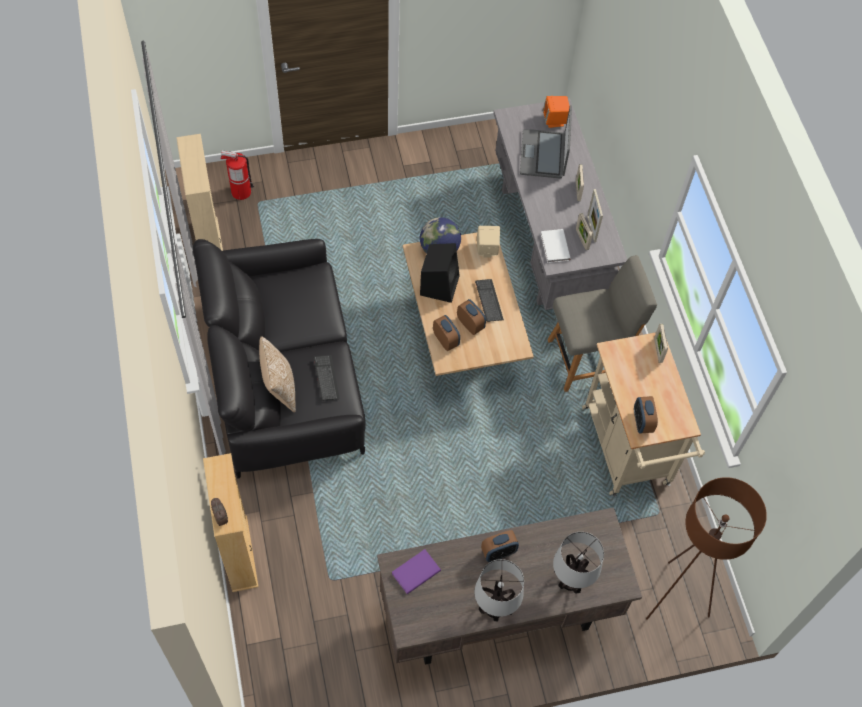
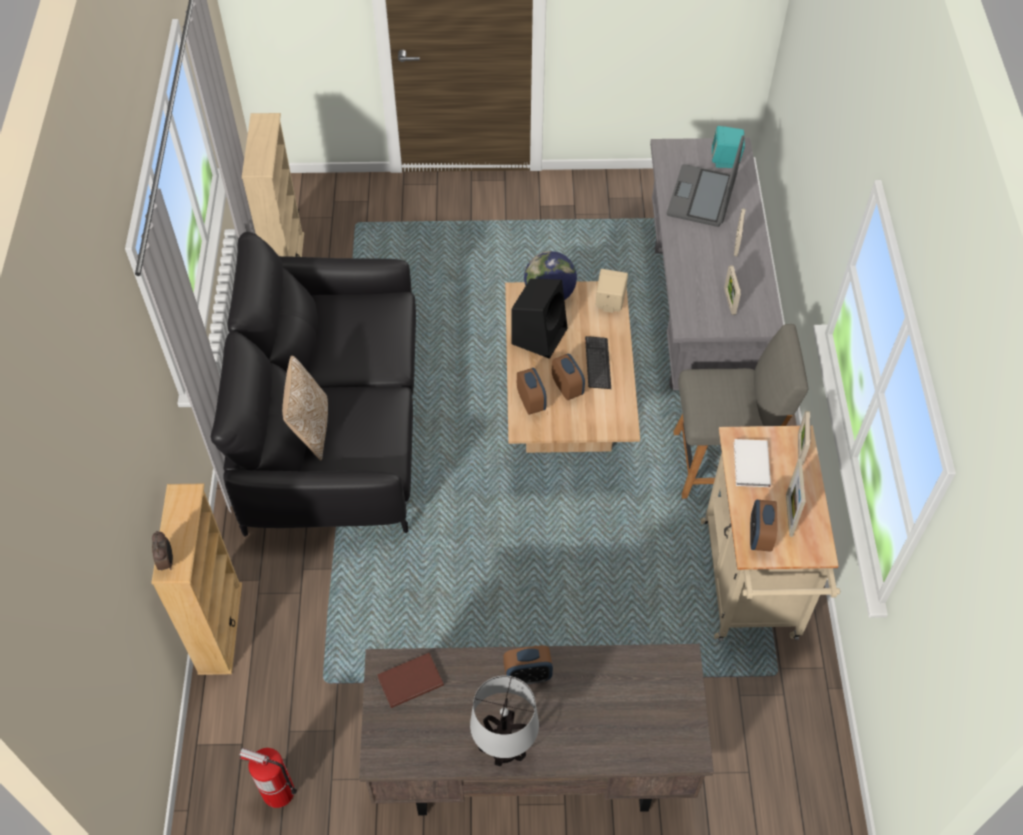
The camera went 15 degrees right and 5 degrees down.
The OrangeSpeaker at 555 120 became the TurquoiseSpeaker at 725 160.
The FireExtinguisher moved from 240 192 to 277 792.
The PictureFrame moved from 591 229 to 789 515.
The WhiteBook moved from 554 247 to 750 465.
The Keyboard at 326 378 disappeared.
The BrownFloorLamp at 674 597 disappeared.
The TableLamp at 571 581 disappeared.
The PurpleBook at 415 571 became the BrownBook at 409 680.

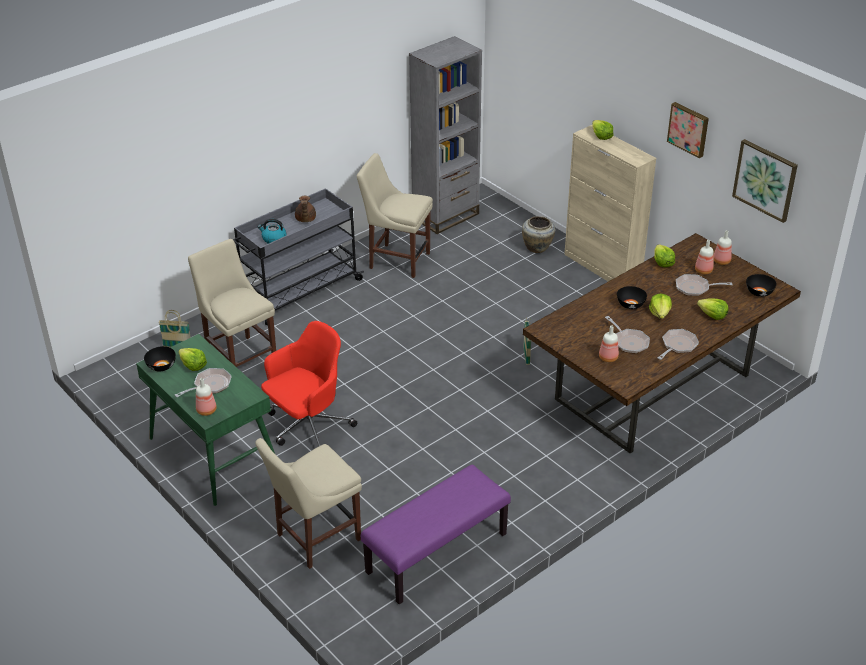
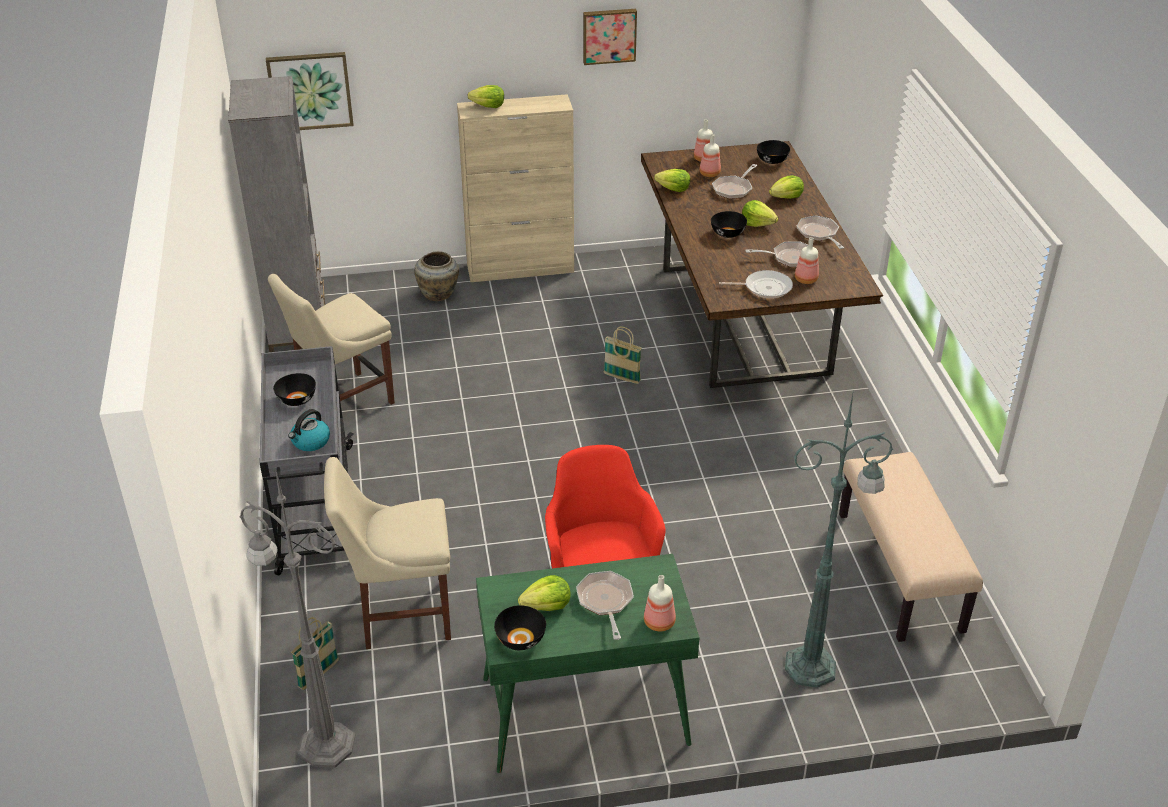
The camera went 60 degrees left and 0 degrees up.
The Picture moved from 765 180 to 310 91.
The BrownTeapot at 305 219 was replaced by the BlackBowl at 296 400.
The BeigeChair at 315 538 was replaced by the GreenFloorLamp at 813 667.
The PurpleBench at 437 554 became the BeigeBench at 901 572.
The FryingPan at 765 288 appeared.
The GreyFloorLamp at 324 744 appeared.

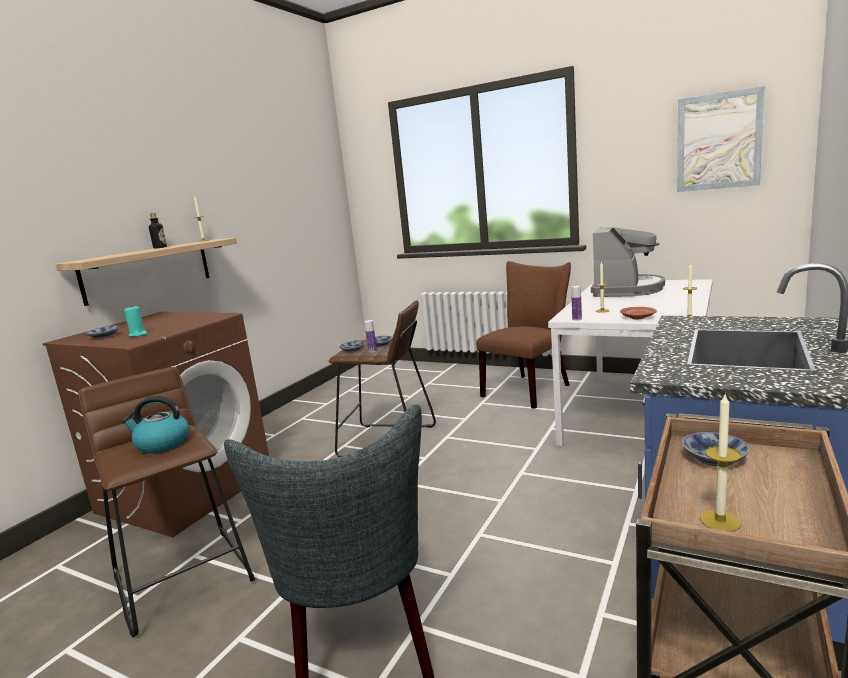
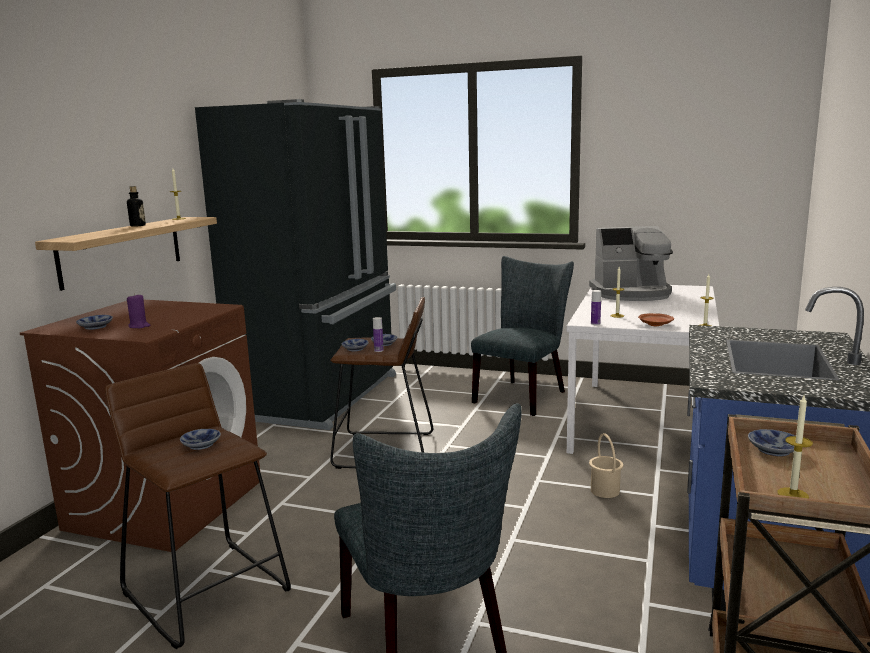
The camera went 10 degrees left and 0 degrees up.
The Picture at 718 141 disappeared.
The CoffeeMachine at 626 290 turned 75 degrees clockwise.
The BrownChair at 529 389 became the GreyChair at 523 395.
The TurquoiseCandle at 138 334 became the PurpleCandle at 139 326.
The Kettle at 162 444 was replaced by the Bowl at 202 445.
The BlackFridge at 322 396 appeared.
The BeigeBucket at 605 491 appeared.

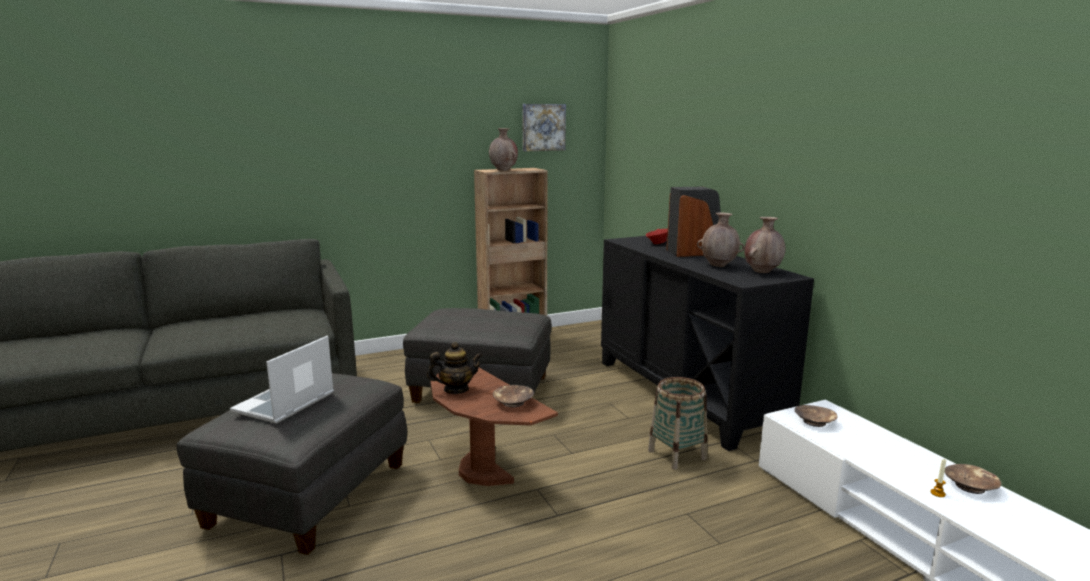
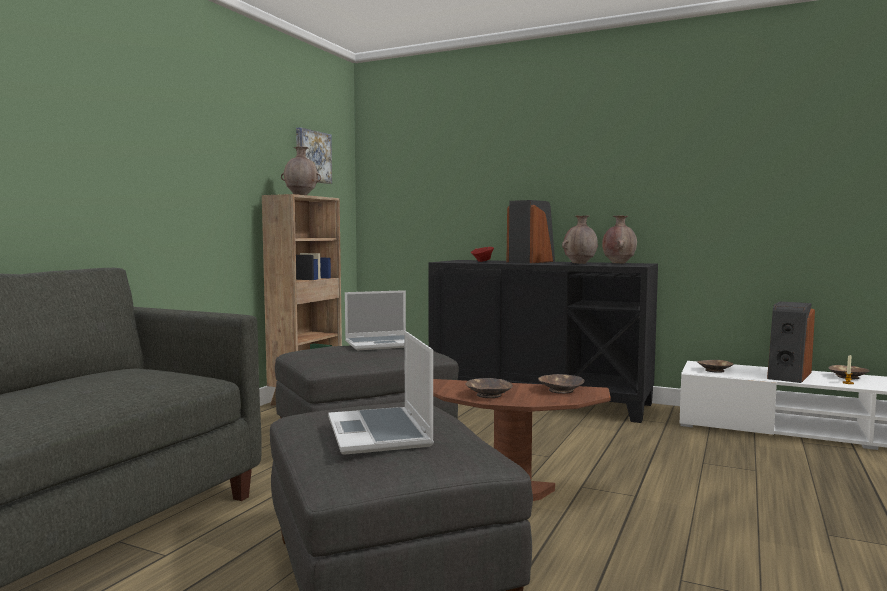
The camera went 40 degrees left and 10 degrees down.
The Teapot at 456 389 was replaced by the BrownBowl at 488 395.
The Basket at 677 455 disappeared.
The Laptop at 382 344 appeared.
The Speaker at 788 375 appeared.

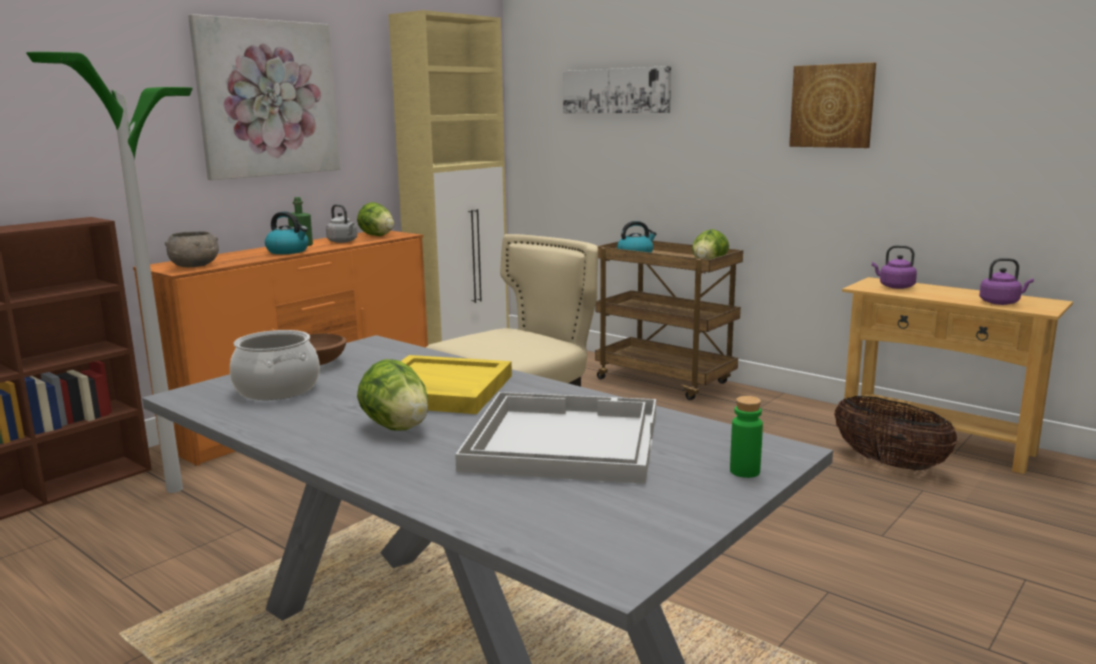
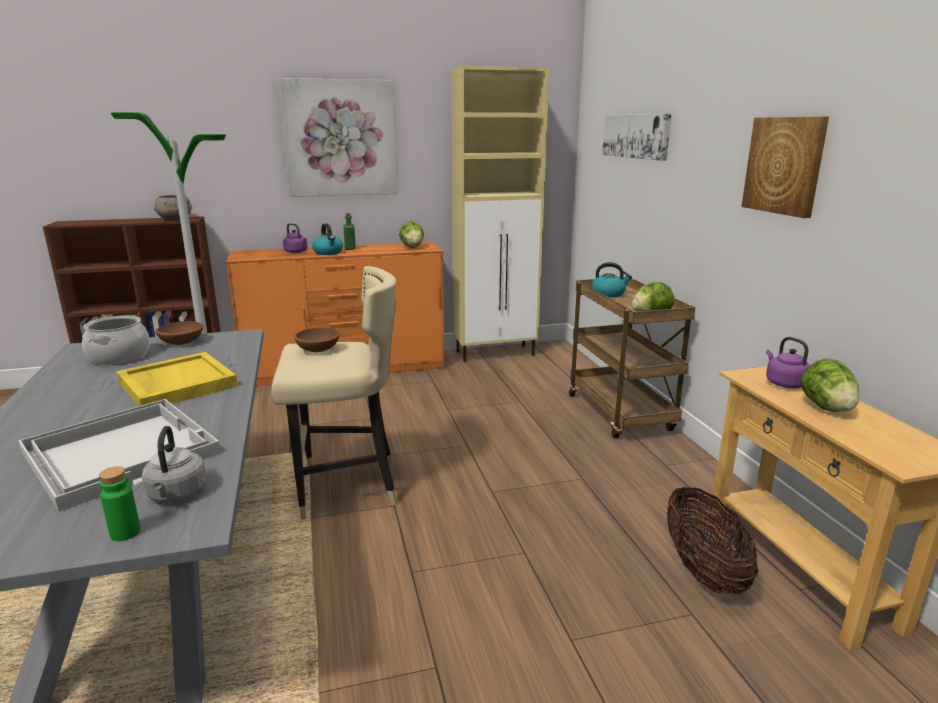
The camera went 35 degrees right and 5 degrees up.
The GreyKettle moved from 343 242 to 177 495.
The GreyBowl moved from 195 266 to 175 219.
The PurpleKettle moved from 1001 303 to 297 252.
The Lettuce moved from 397 427 to 826 407.
The BrownBowl at 317 350 appeared.

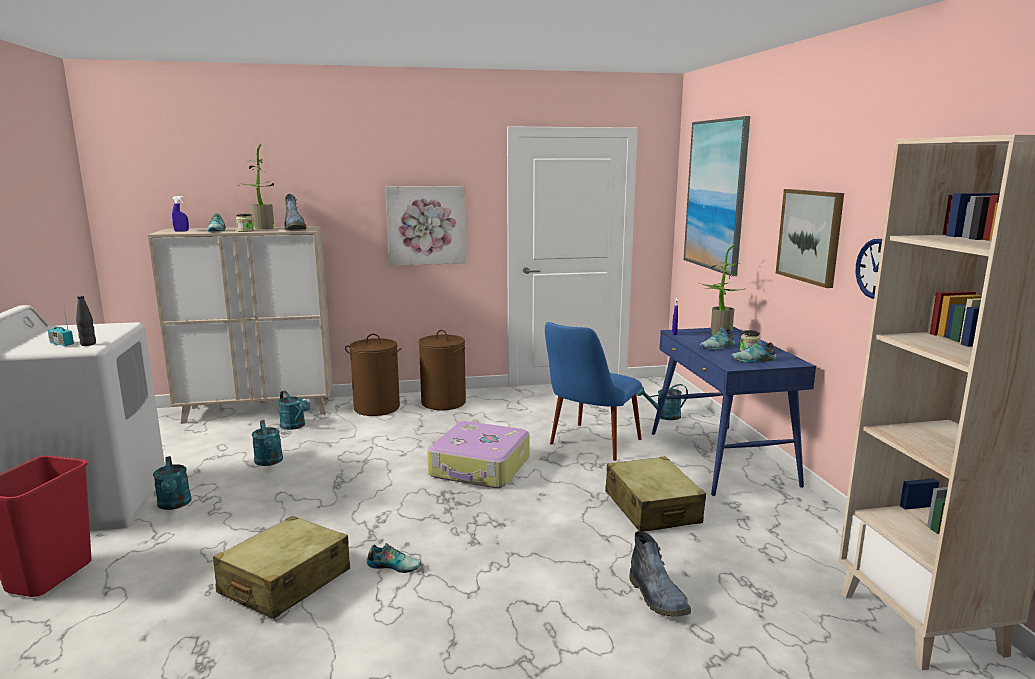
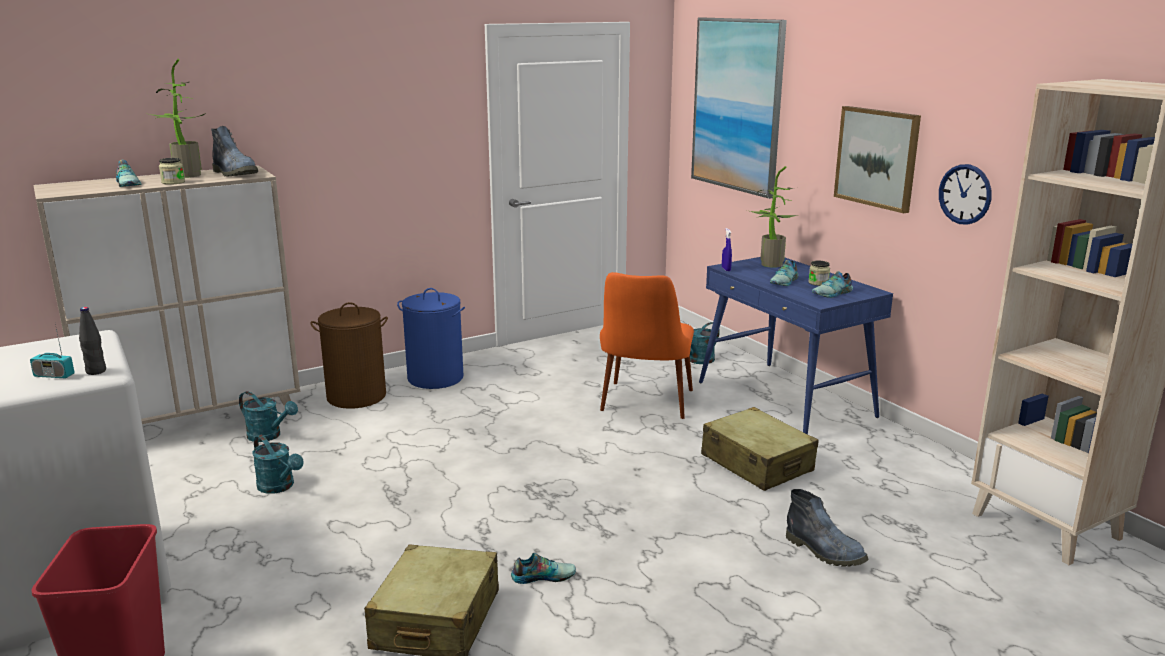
The camera went 20 degrees left and 5 degrees up.
The Picture at 426 225 disappeared.
The BlueSprayBottle at 181 231 disappeared.
The BlueChair at 588 447 became the OrangeChair at 644 407.
The BrownLaundryBasket at 443 402 became the BlueLaundryBasket at 435 378.
The Suitcase at 480 468 disappeared.
The TurquoiseWateringCan at 175 505 disappeared.

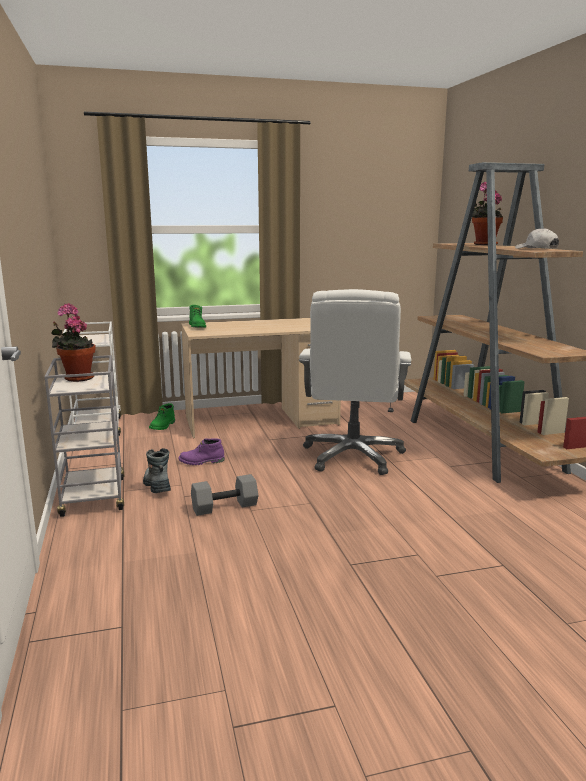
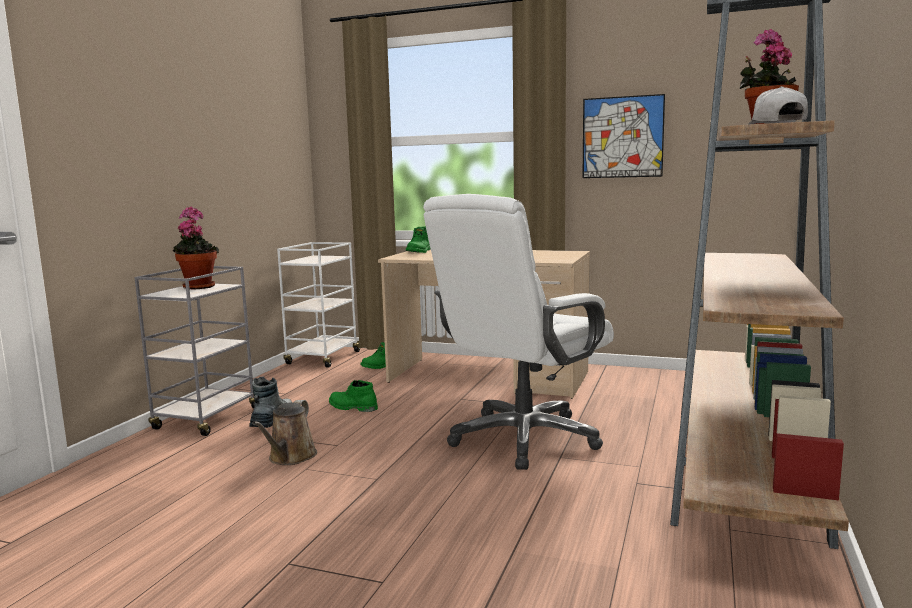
The camera went 35 degrees right and 5 degrees down.
The PurpleBoot at 201 462 became the GreenBoot at 352 407.
The GreyDumbbell at 225 506 was replaced by the BrownWateringCan at 290 458.
The Picture at 622 137 appeared.

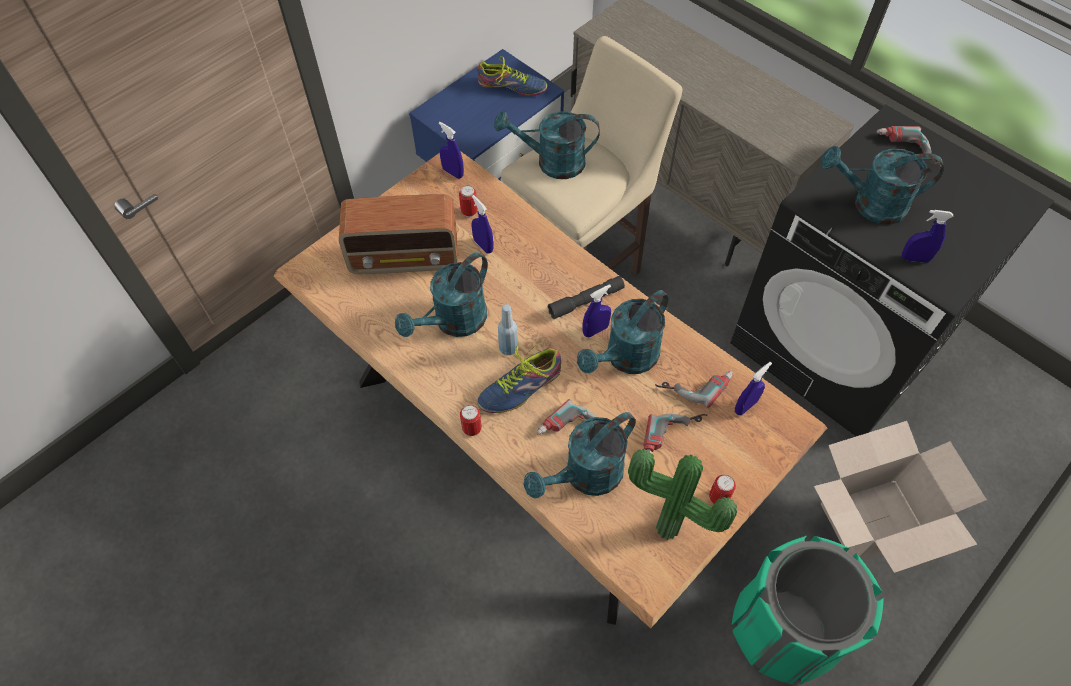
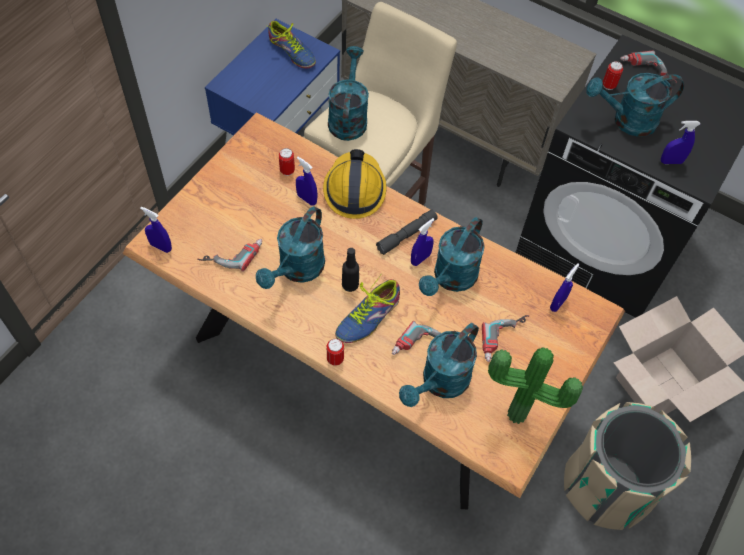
The camera went 15 degrees left and 0 degrees up.
The Shoe at 512 86 turned 45 degrees clockwise.
The TurquoiseWateringCan at 551 162 turned 105 degrees clockwise.
The BlueSprayBottle moved from 453 172 to 161 247.
The Radio at 406 257 disappeared.
The BlueBottle at 508 348 became the BlackBottle at 350 285.
The PowerDrill moved from 694 382 to 232 252.
The Can moved from 718 497 to 608 85.
The GreenTrashCan at 784 629 became the BeigeTrashCan at 607 486.
The HardHat at 354 190 appeared.

